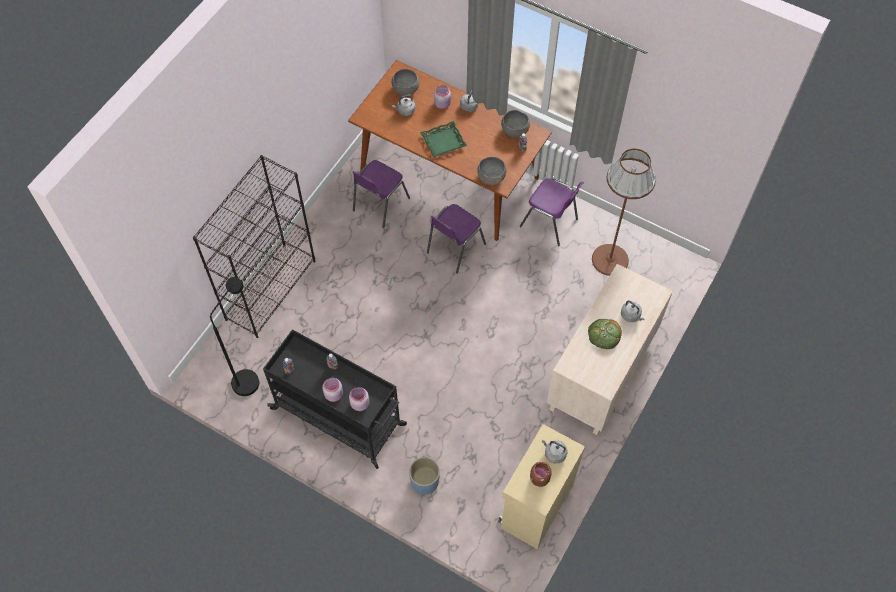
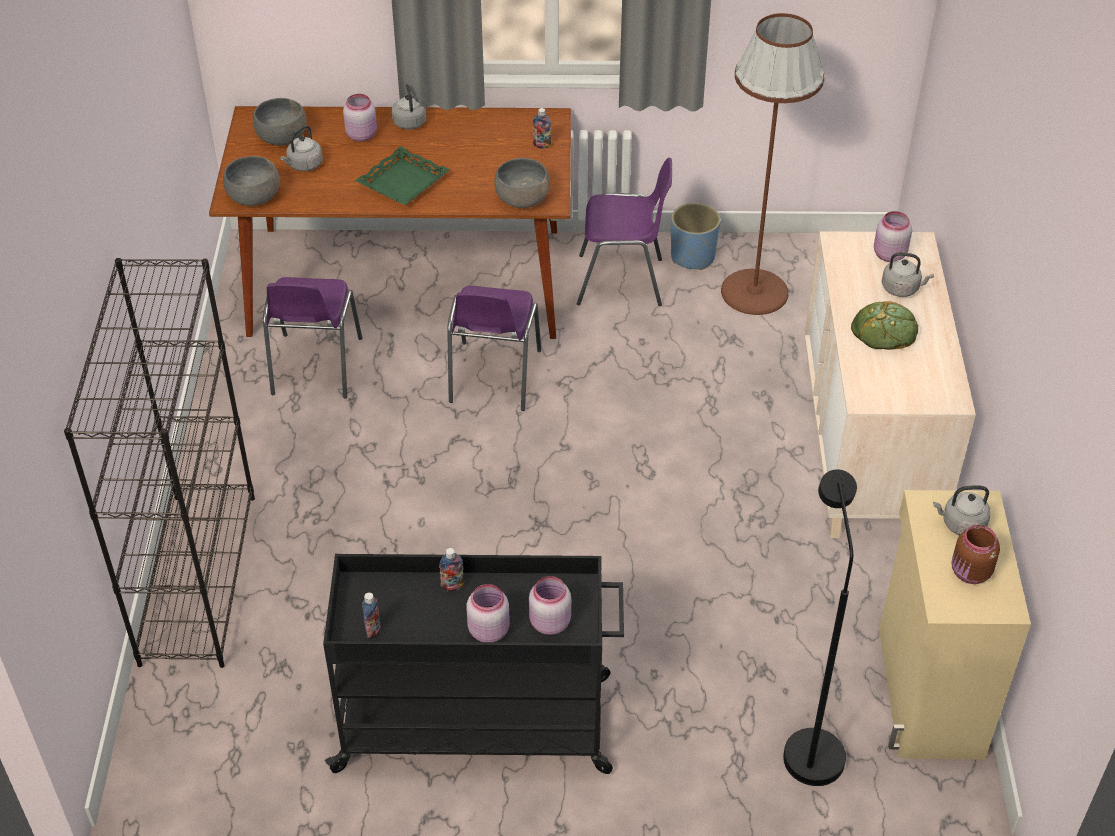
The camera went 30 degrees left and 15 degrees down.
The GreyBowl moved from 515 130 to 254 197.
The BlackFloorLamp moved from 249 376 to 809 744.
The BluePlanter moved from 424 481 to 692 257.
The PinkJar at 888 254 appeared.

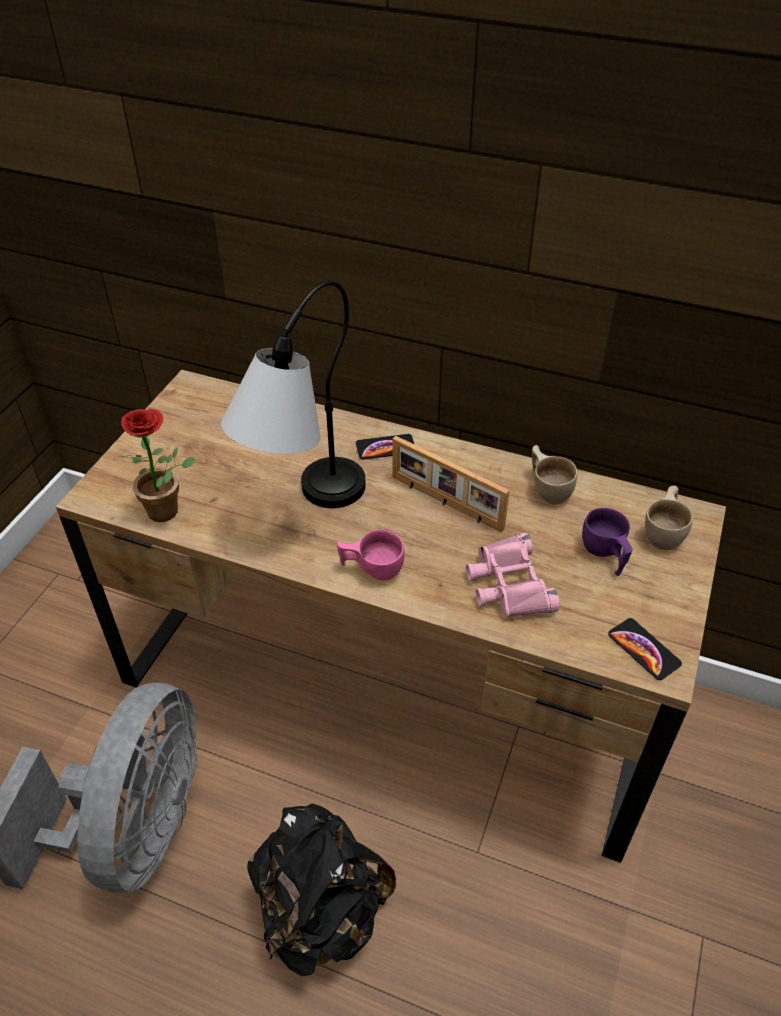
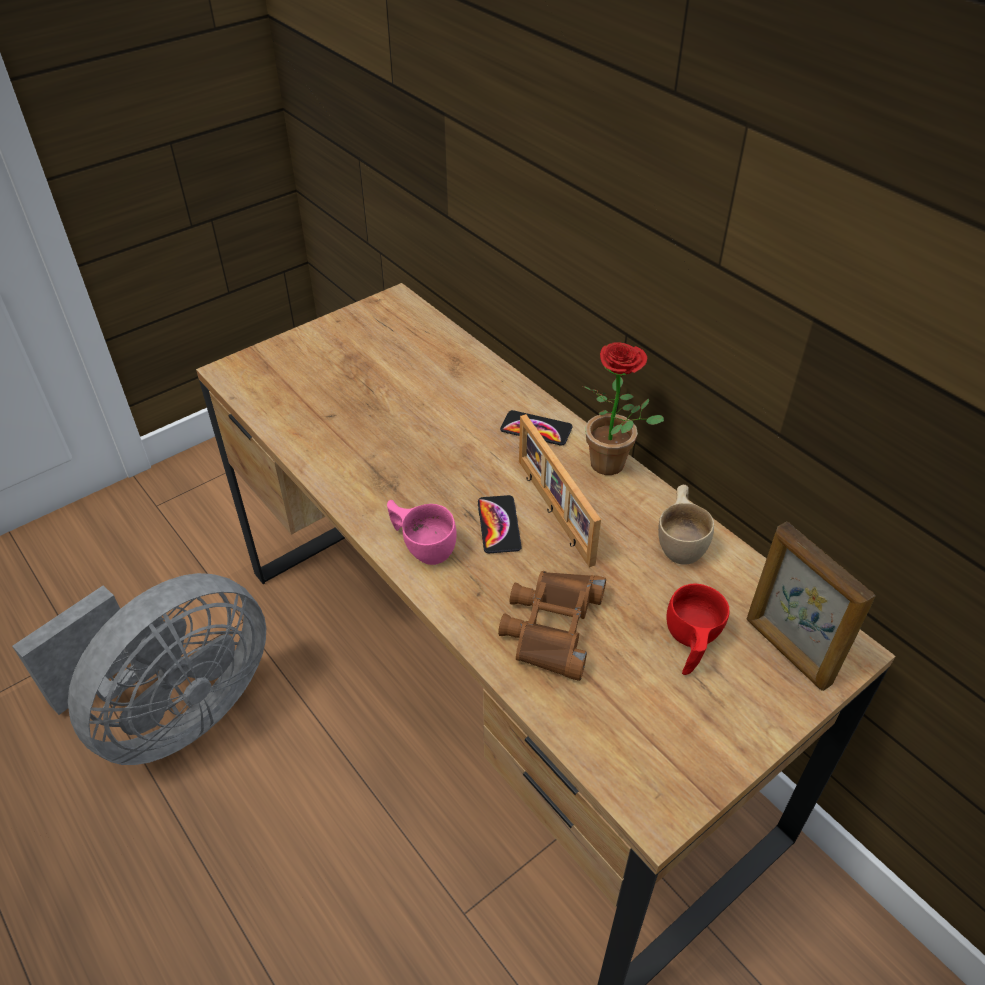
The camera went 30 degrees right and 0 degrees up.
The TableLamp at 303 510 disappeared.
The PottedPlant moved from 170 511 to 614 466.
The BeigeCup at 665 532 was replaced by the PictureFrame at 787 651.
The PurpleCup at 604 554 became the RedCup at 689 644.
The PinkBinoculars at 508 584 became the BrownBinoculars at 551 626.
The Phone moved from 643 649 to 499 525.
The BlackBackpack at 321 911 disappeared.

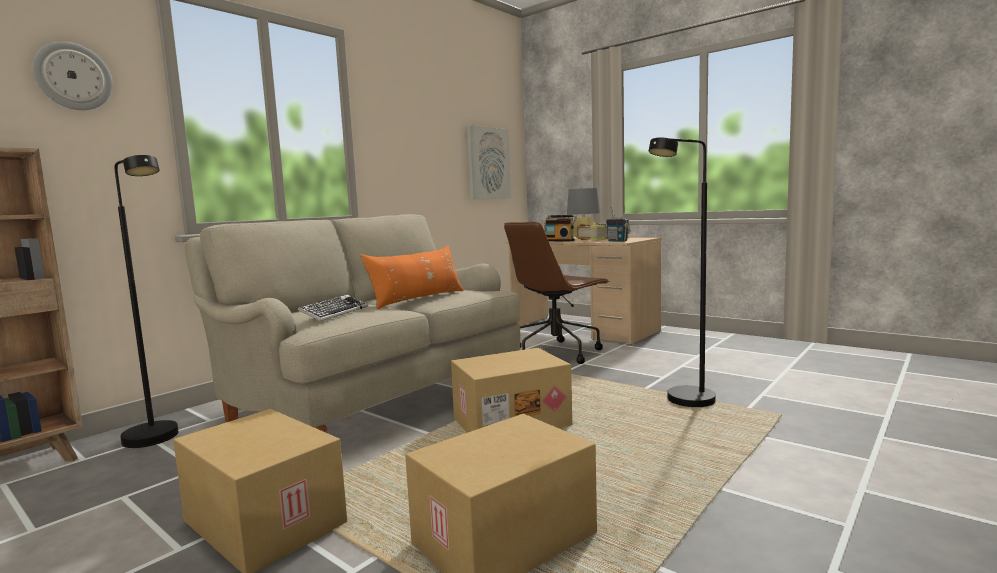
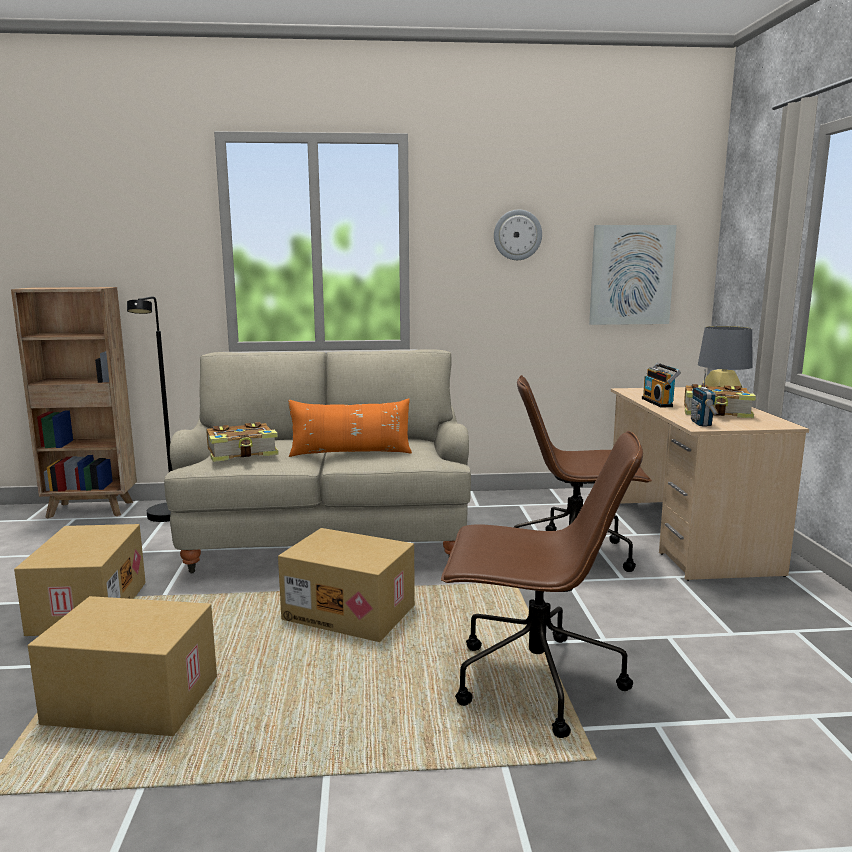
The camera went 45 degrees right and 5 degrees up.
The WallClock moved from 73 76 to 517 235.
The BlackFloorLamp at 684 404 was replaced by the BrownOfficeChair at 533 681.
The Keyboard at 334 313 was replaced by the Book at 243 453.

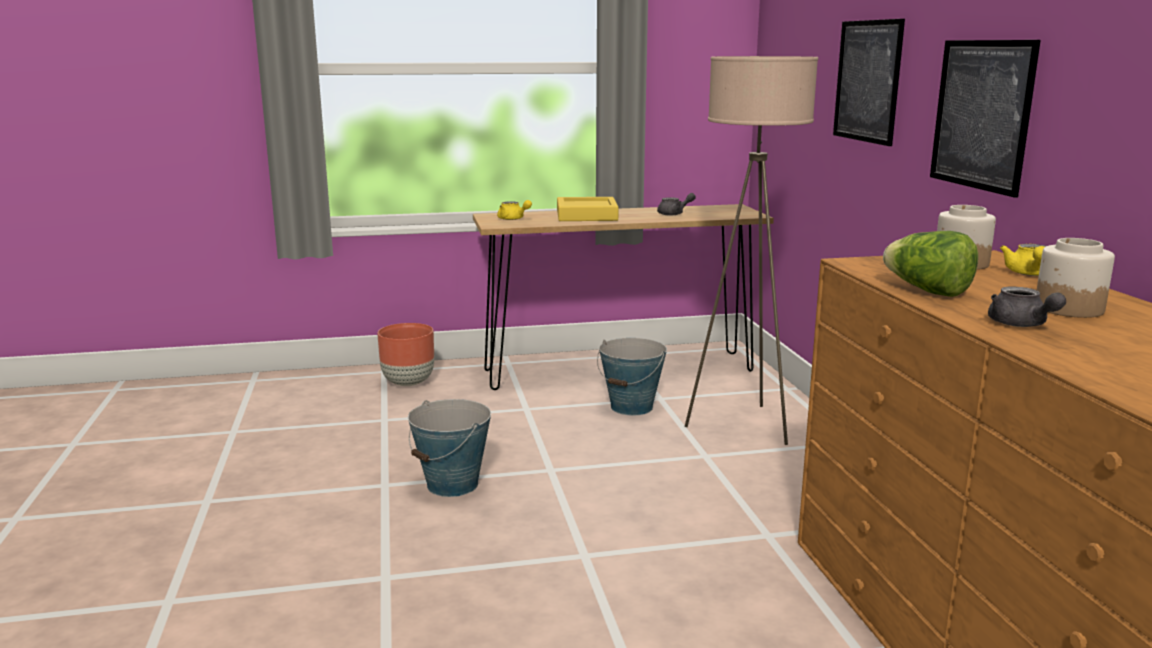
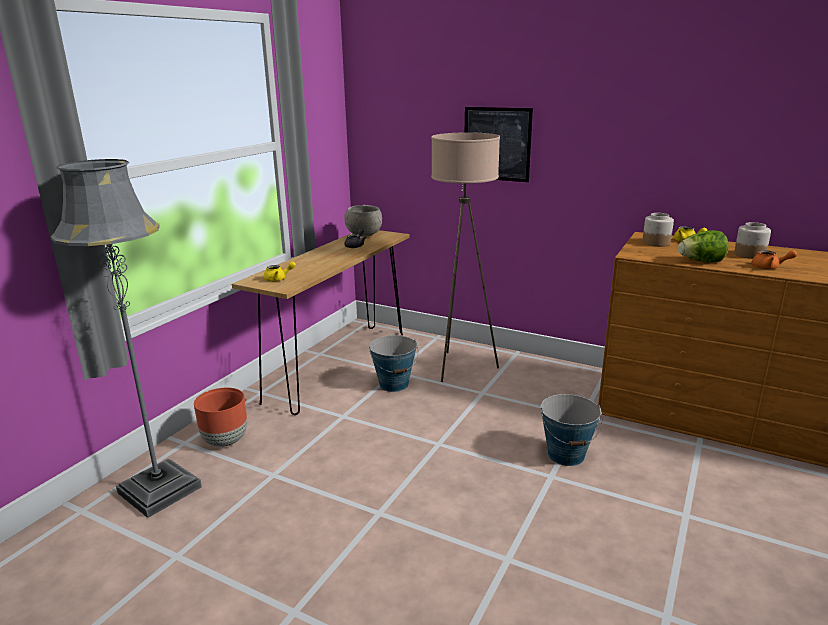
The camera went 50 degrees left and 5 degrees up.
The Picture at 981 115 disappeared.
The YellowTray at 586 215 disappeared.
The GreyTeapot at 1021 325 became the OrangeTeapot at 769 267.
The Bucket moved from 452 485 to 566 455.
The GreyFloorLamp at 160 490 appeared.
The GreyBowl at 364 235 appeared.

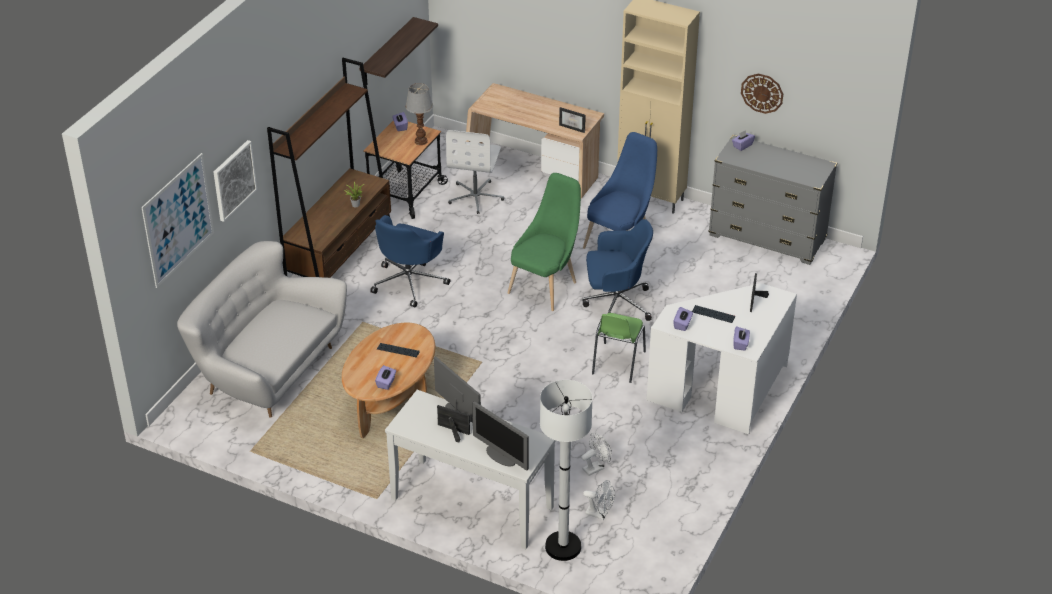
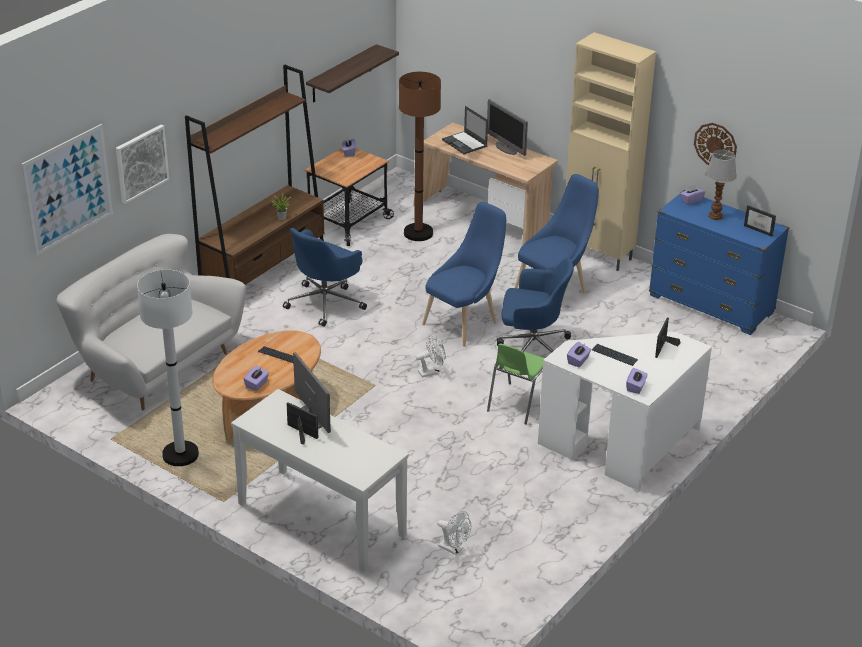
The camera went 10 degrees right and 5 degrees down.
The TableLamp moved from 420 141 to 715 216.
The PictureFrame moved from 573 127 to 760 230.
The WhiteOfficeChair at 476 196 was replaced by the BrownFloorLamp at 418 233.
The GreyDresser at 767 238 became the BlueDresser at 711 305.
The GreenChair at 545 286 became the BlueChair at 464 322.
The WhiteFloorLamp moved from 563 547 to 180 455.
The Monitor moved from 501 456 to 506 148.
The WhiteFan moved from 596 467 to 431 372.
The Laptop at 465 143 appeared.

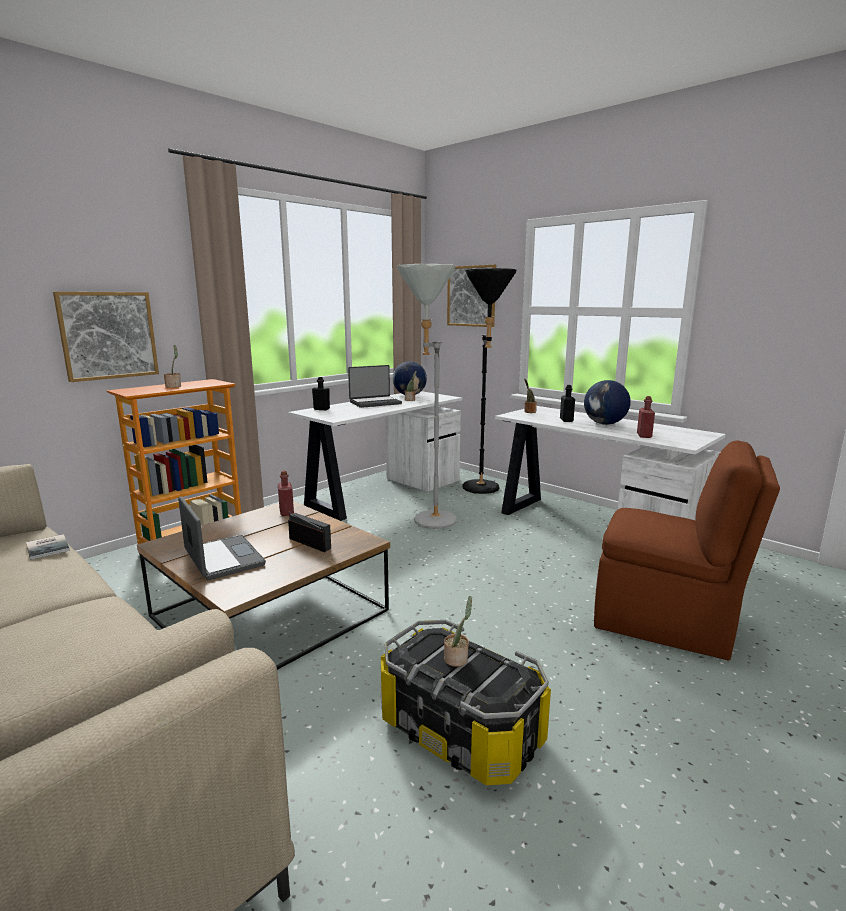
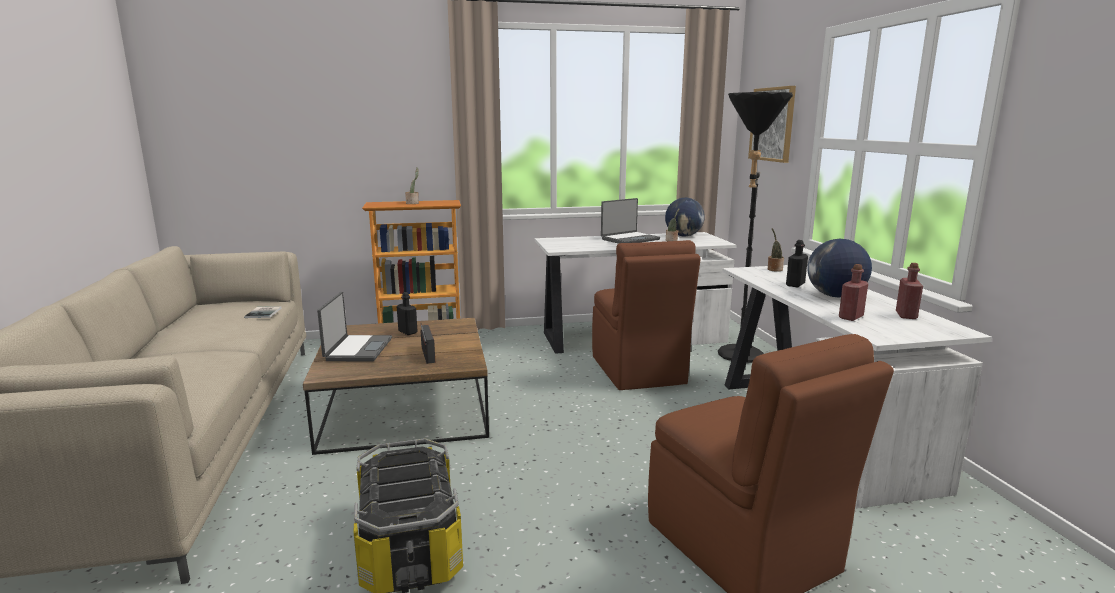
The camera went 35 degrees right and 0 degrees up.
The GreyFloorLamp at 428 518 was replaced by the BrownChair at 638 371.
The Picture at 108 335 disappeared.
The Laptop at 375 403 turned 45 degrees counterclockwise.
The BlackBottle moved from 321 409 to 408 332.
The RedBottle moved from 286 512 to 906 315.
The PottedPlant at 457 658 disappeared.

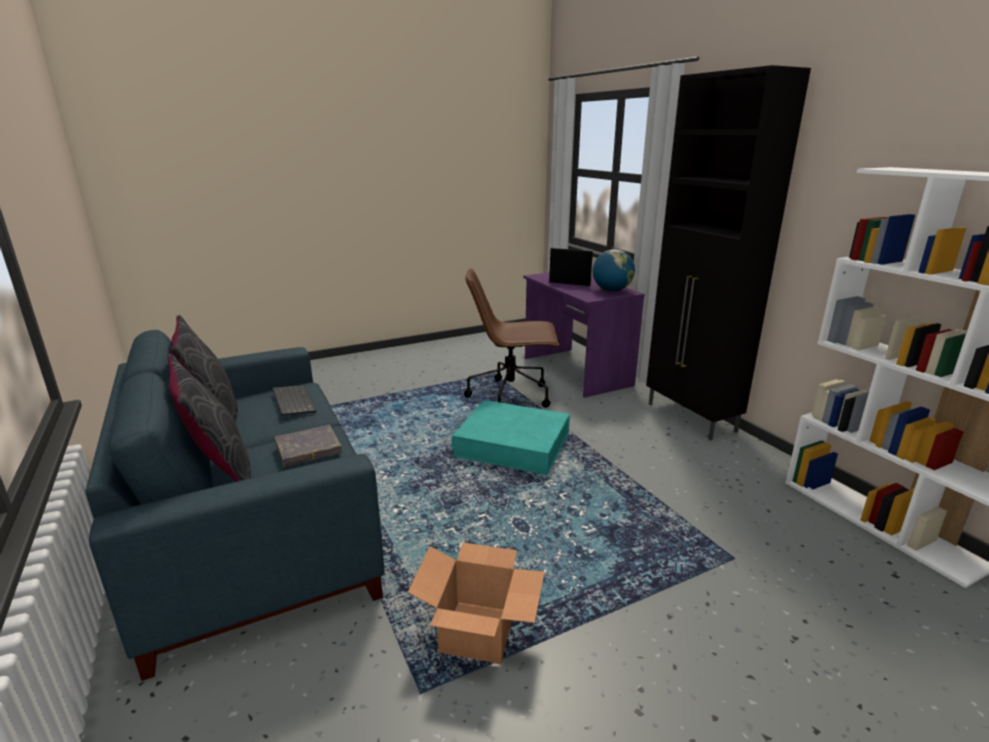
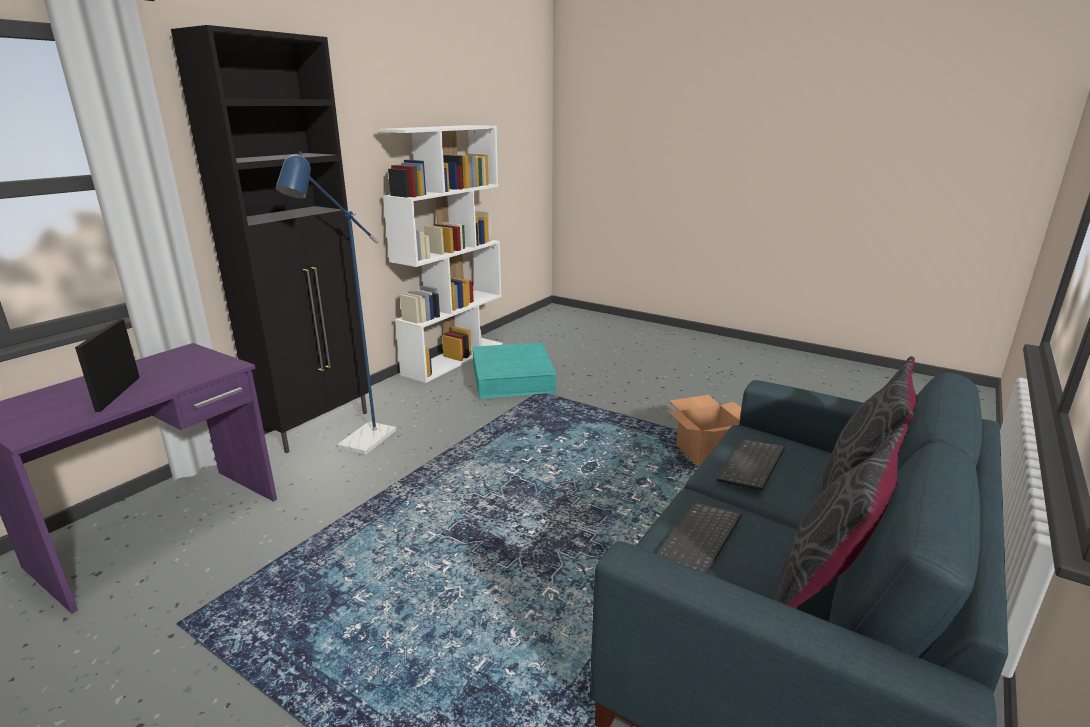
The camera went 120 degrees left and 0 degrees up.
The Globe at 611 290 disappeared.
The BrownOfficeChair at 511 396 disappeared.
The TurquoiseStorageBox moved from 513 445 to 512 378.
The GreyBook at 308 449 was replaced by the Keyboard at 753 467.
The BlueFloorLamp at 361 444 appeared.

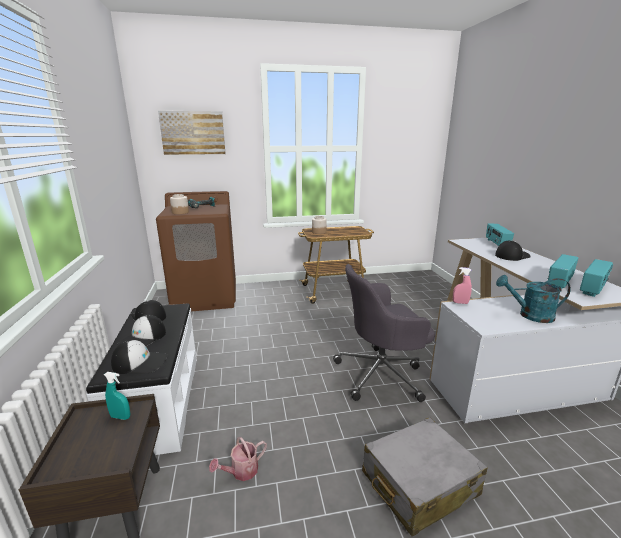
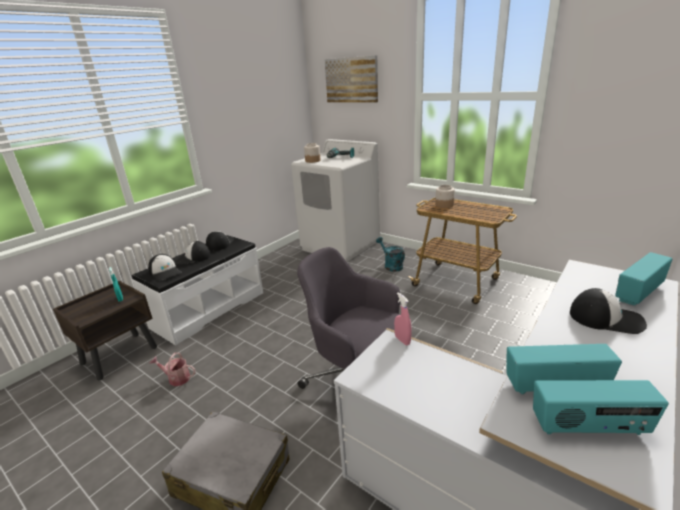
The camera went 50 degrees right and 5 degrees up.
The BrownWashingMachine at 206 297 became the WhiteWashingMachine at 340 245.
The TurquoiseWateringCan moved from 530 315 to 391 265.

